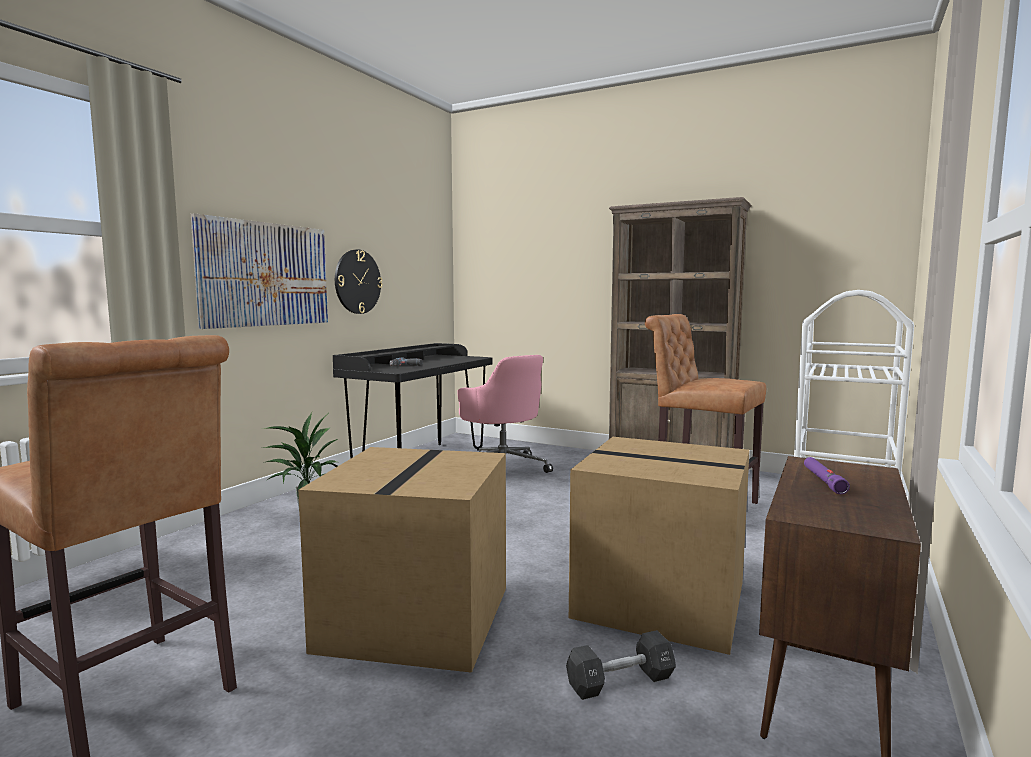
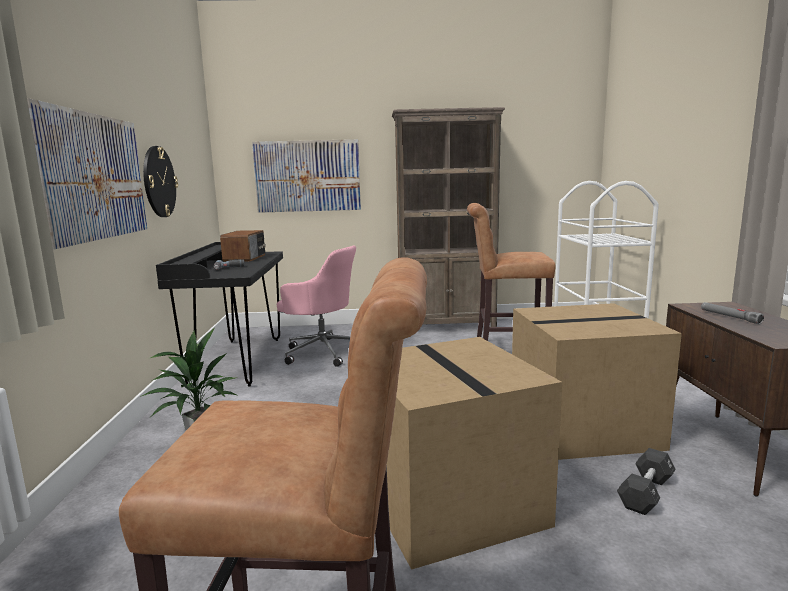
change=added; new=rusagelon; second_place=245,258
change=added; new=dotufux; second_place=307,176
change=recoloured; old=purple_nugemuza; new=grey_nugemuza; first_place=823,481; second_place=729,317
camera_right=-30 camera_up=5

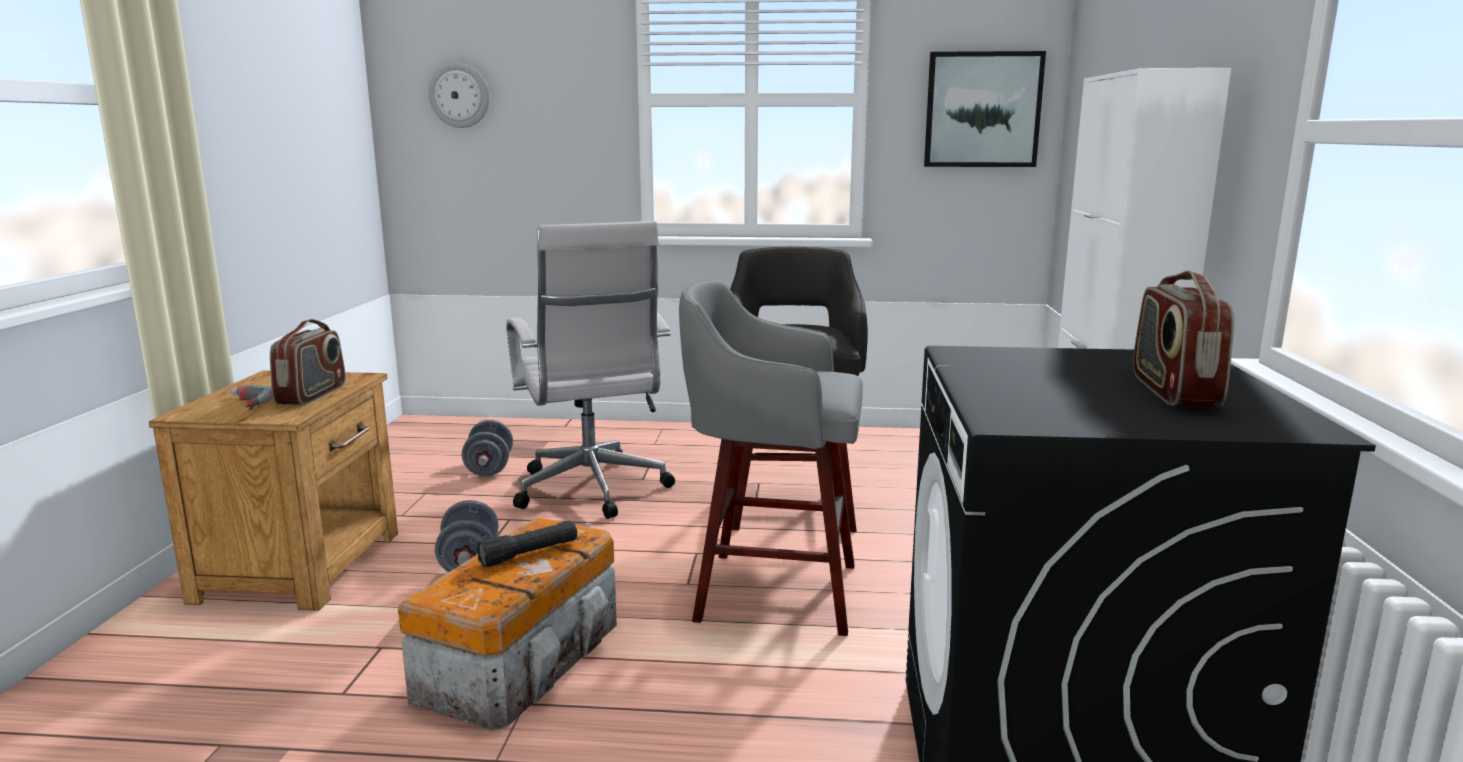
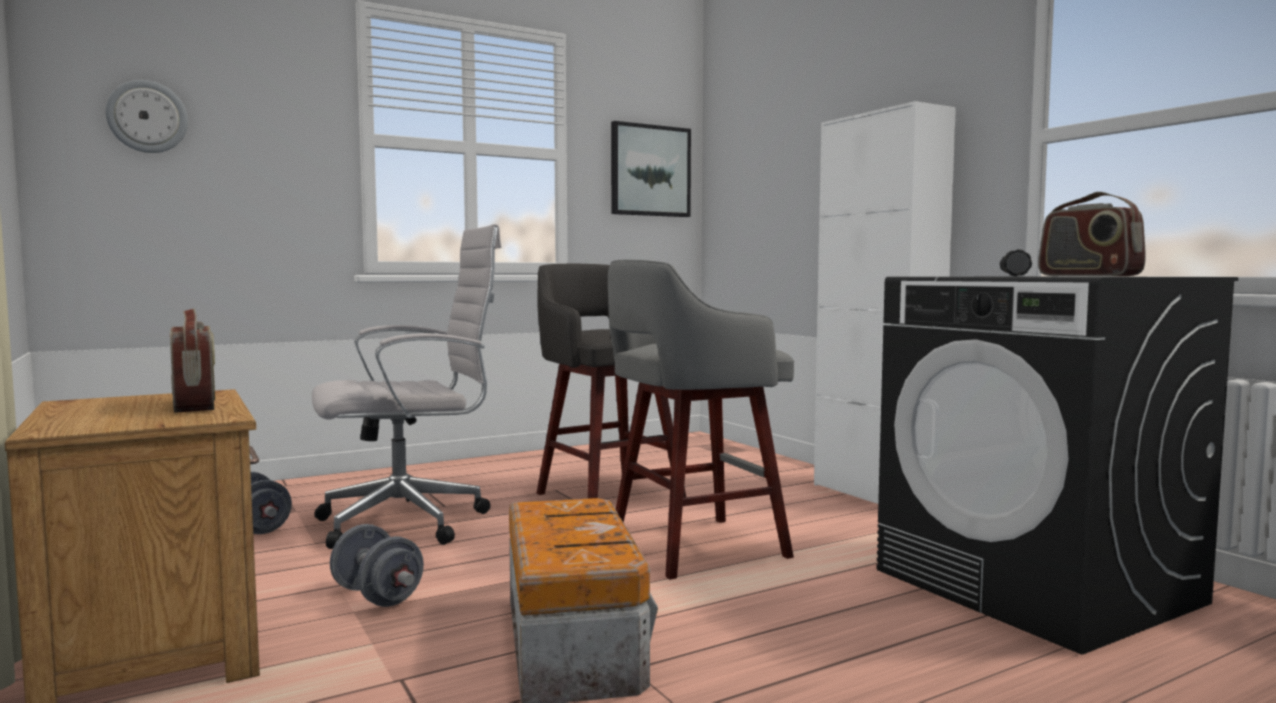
change=turned; old=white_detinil; first_place=592,492; second_place=411,522; degrees=-60
change=moved; old=black_nugemuza; first_place=529,554; second_place=1012,276
change=removed; old=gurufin; first_place=242,405
camera_right=-35 camera_up=-10

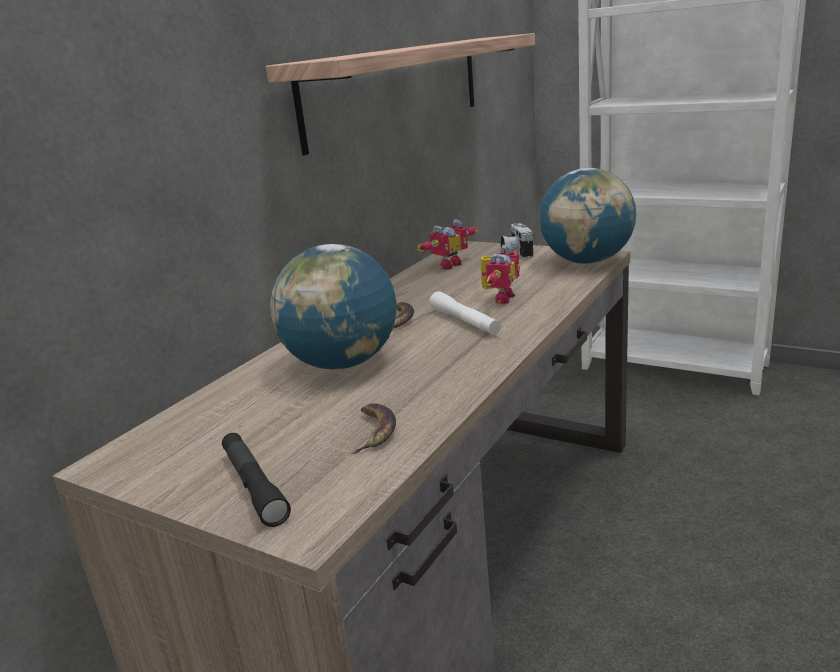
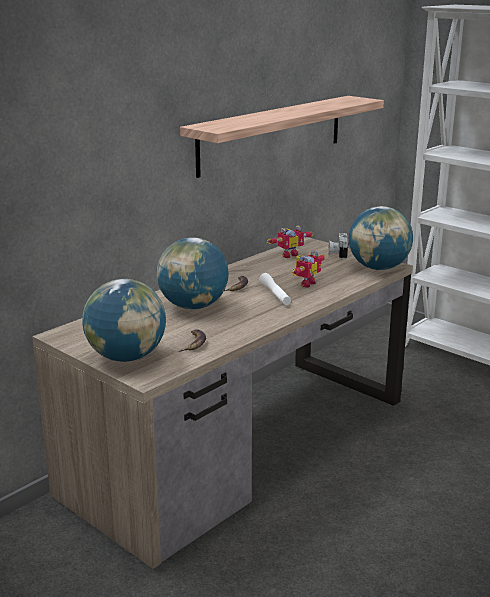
change=replaced; old=black_nugemuza; new=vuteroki; first_place=254,486; second_place=126,357
camera_right=10 camera_up=0

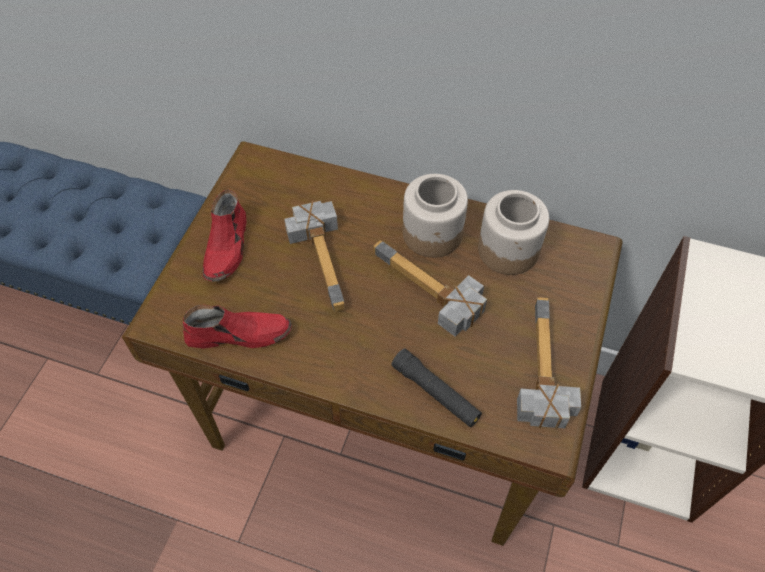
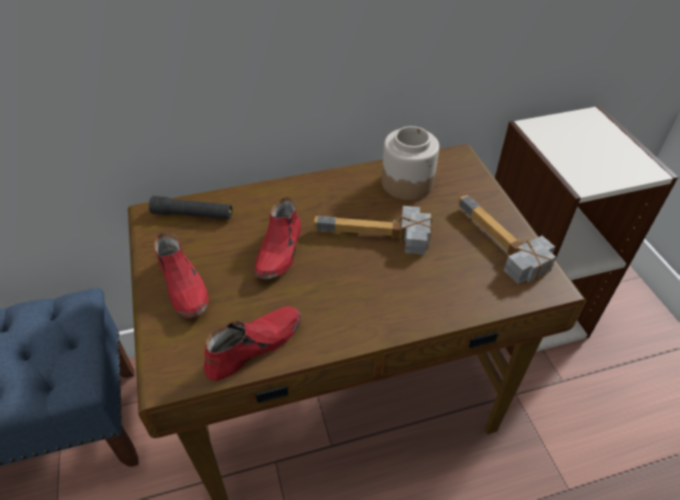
change=moved; old=black_nugemuza; first_place=436,393; second_place=193,215
change=replaced; old=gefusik; new=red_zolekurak; first_place=328,257; second_place=280,251
change=removed; old=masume; first_place=433,234
camera_right=-35 camera_up=-10

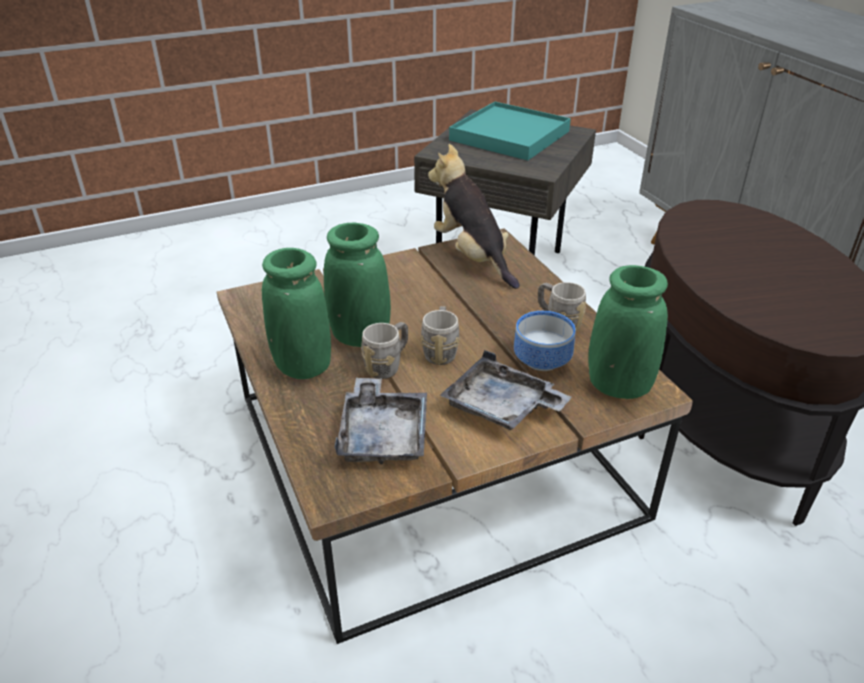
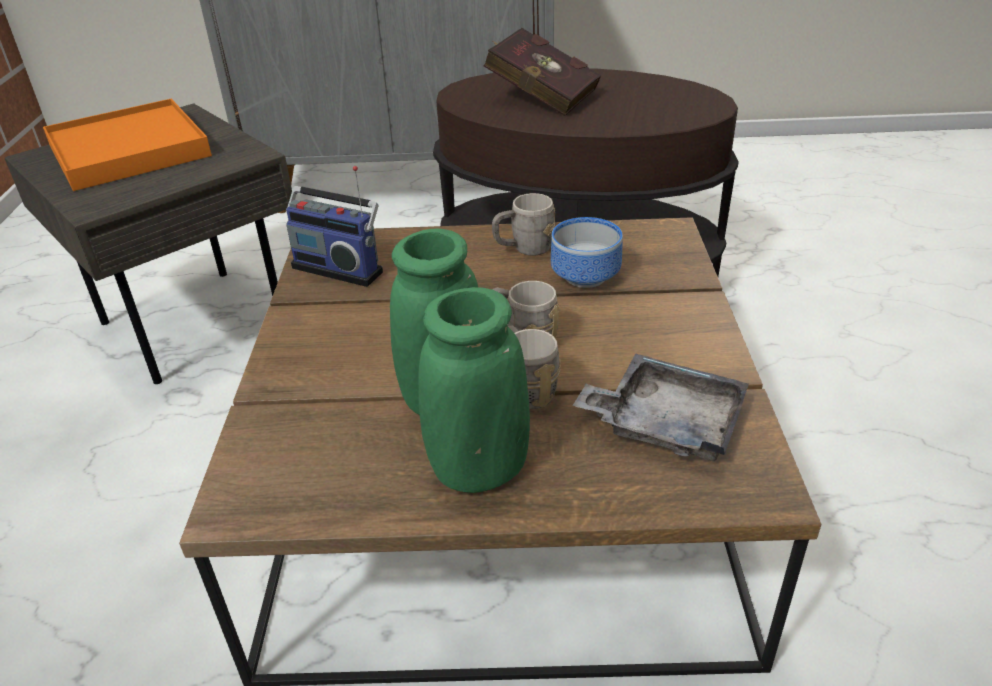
change=recoloured; old=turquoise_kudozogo; new=orange_kudozogo; first_place=509,135; second_place=128,150
change=replaced; old=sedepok; new=rusagelon; first_place=473,257; second_place=340,267
change=added; new=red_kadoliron; second_place=539,97
change=removed; old=grey_kudozogo; first_place=501,407
change=removed; old=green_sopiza; first_place=618,386
camera_right=-65 camera_up=0

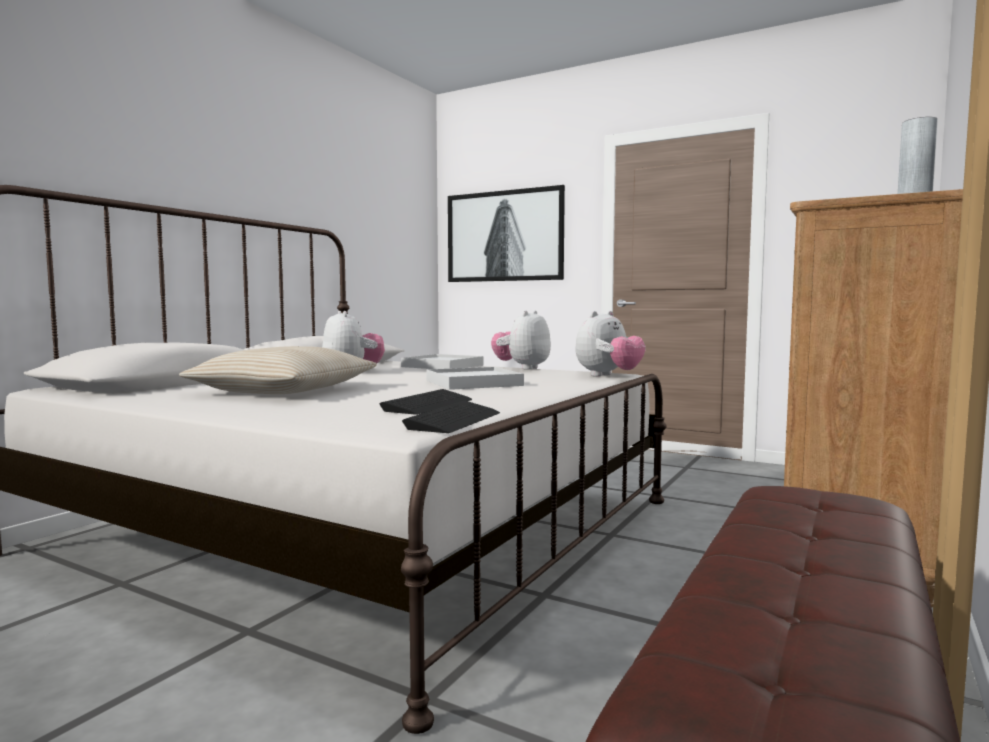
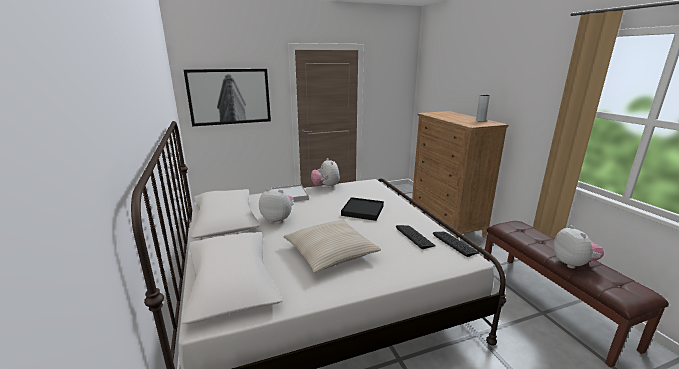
change=recoloured; old=white_kudozogo; new=black_kudozogo; first_place=473,383; second_place=362,210
change=moved; old=sedepok; first_place=608,376; second_place=573,264
camera_right=-50 camera_up=15

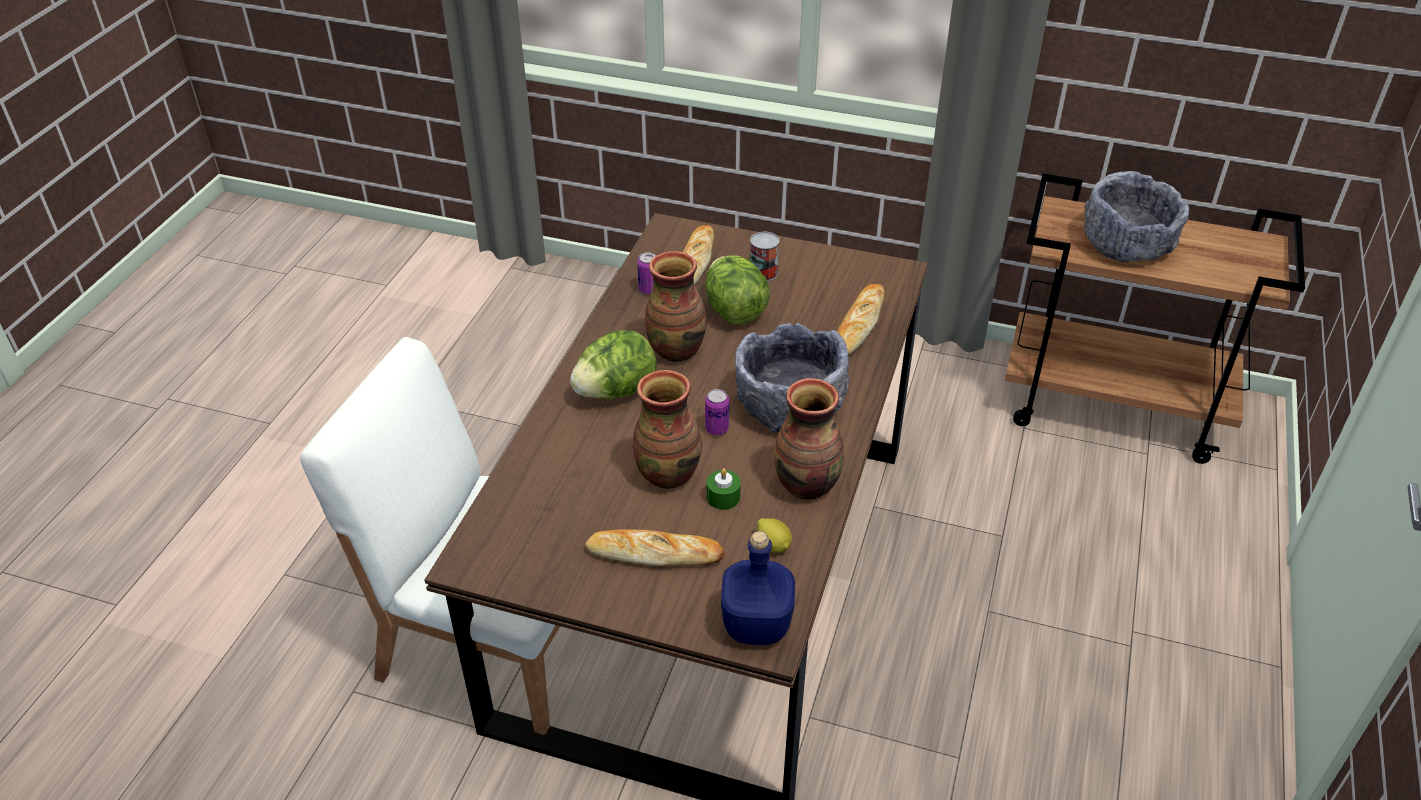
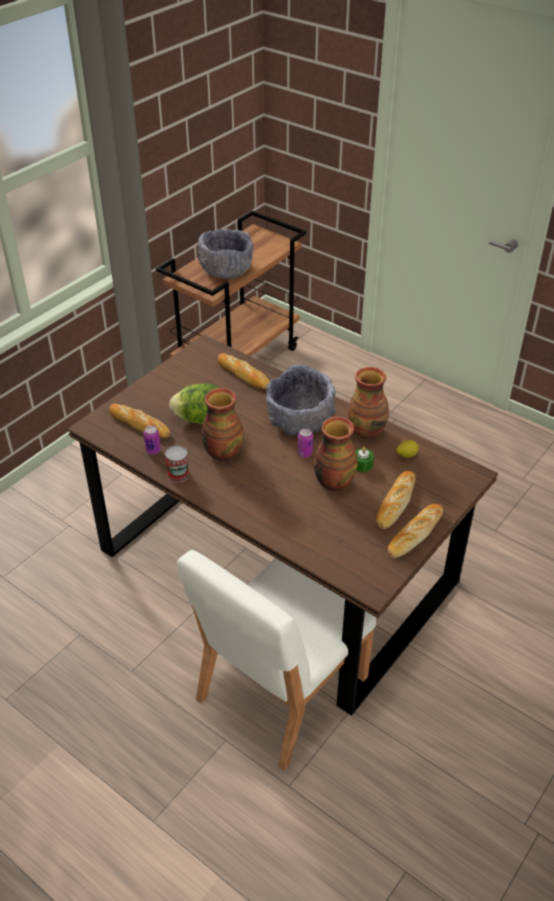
change=moved; old=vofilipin; first_place=763,272; second_place=178,475
change=added; new=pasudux; second_place=414,533
change=removed; old=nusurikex; first_place=616,390
change=removed; old=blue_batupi; first_place=756,624
camera_right=-70 camera_up=0

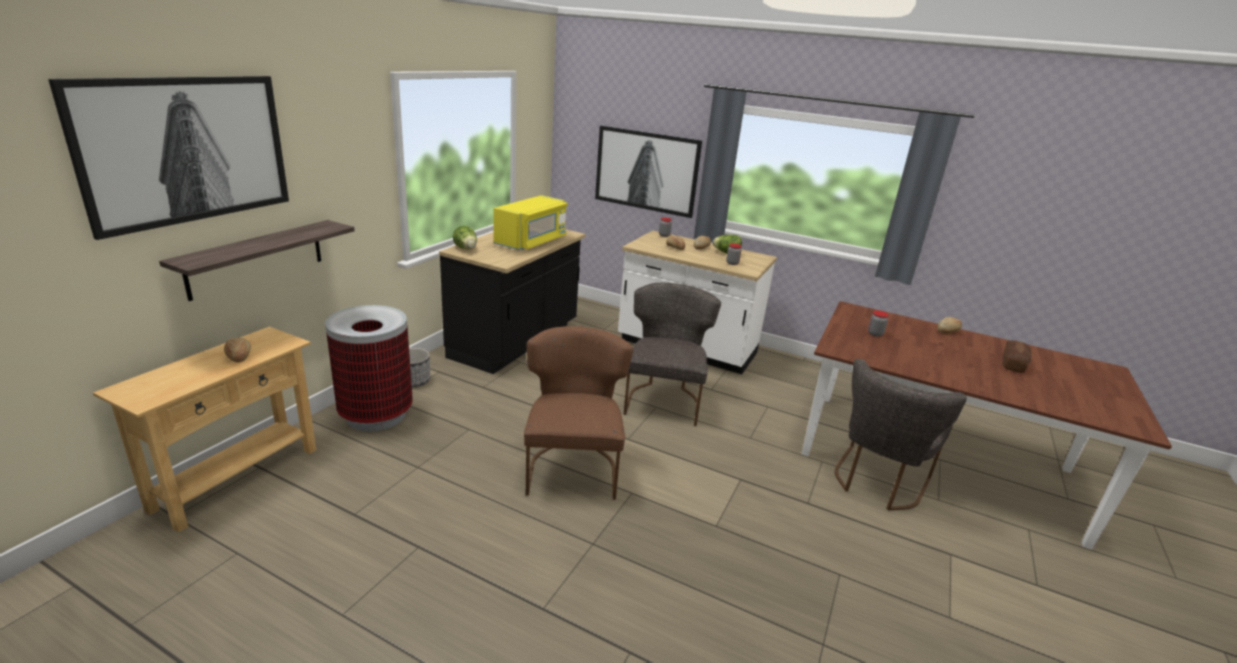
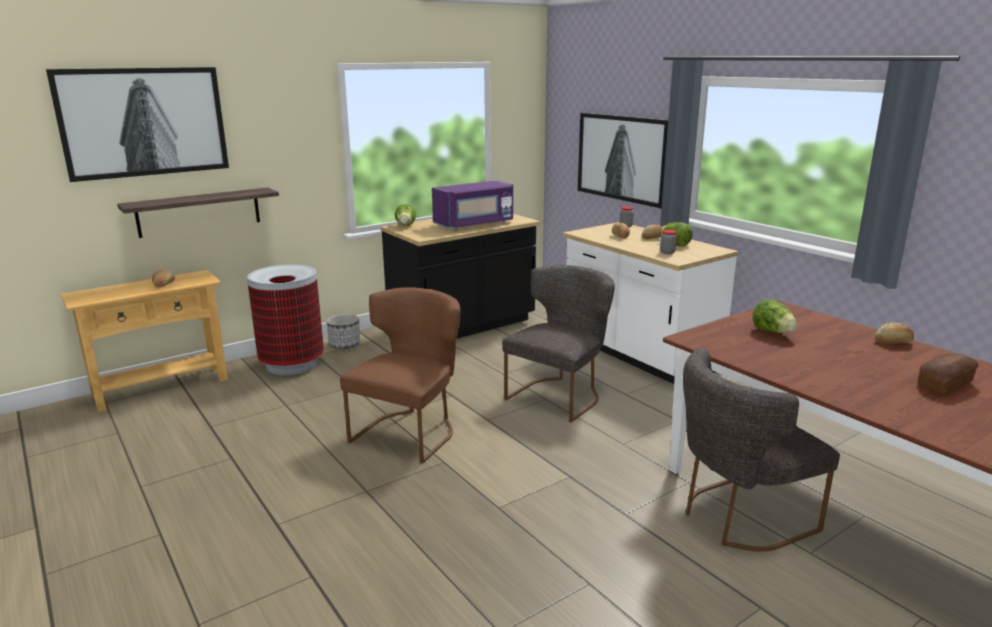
change=recoloured; old=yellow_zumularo; new=purple_zumularo; first_place=531,241; second_place=474,224
change=replaced; old=masume; new=nusurikex; first_place=875,334; second_place=773,332
camera_right=30 camera_up=-5

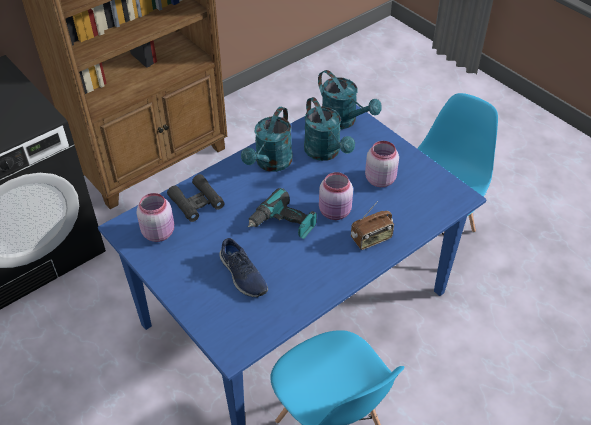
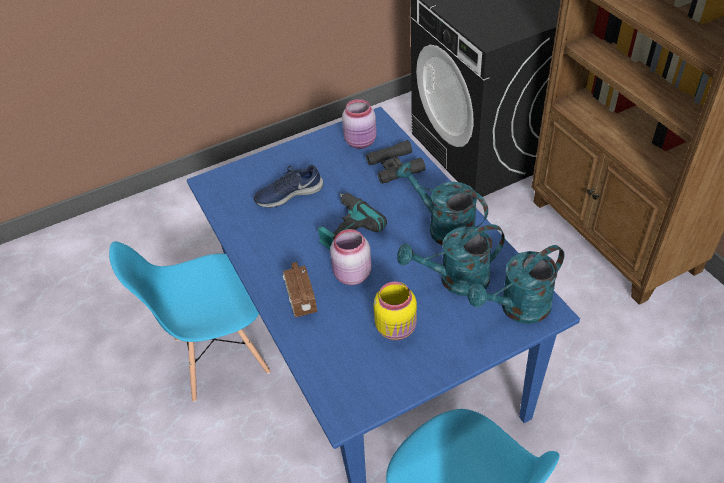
change=recoloured; old=pink_masume; new=yellow_masume; first_place=380,179; second_place=397,328
camera_right=105 camera_up=0

